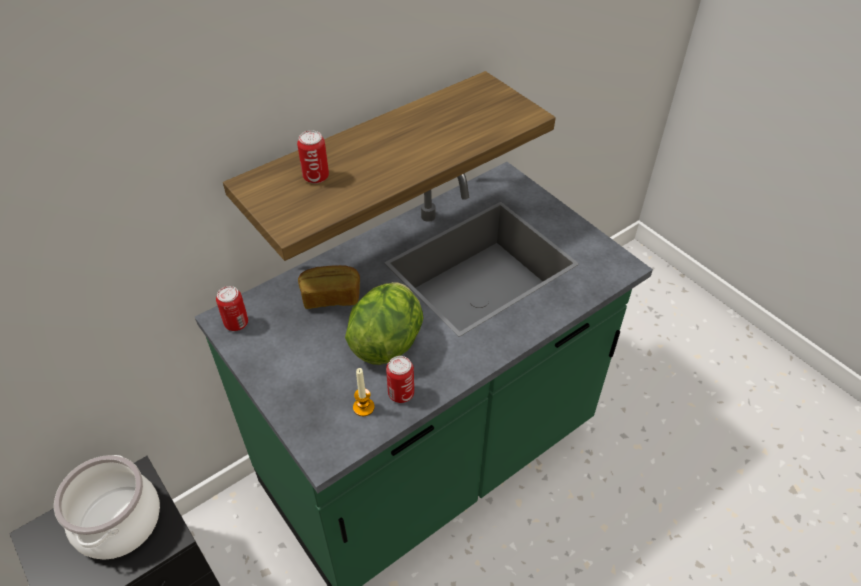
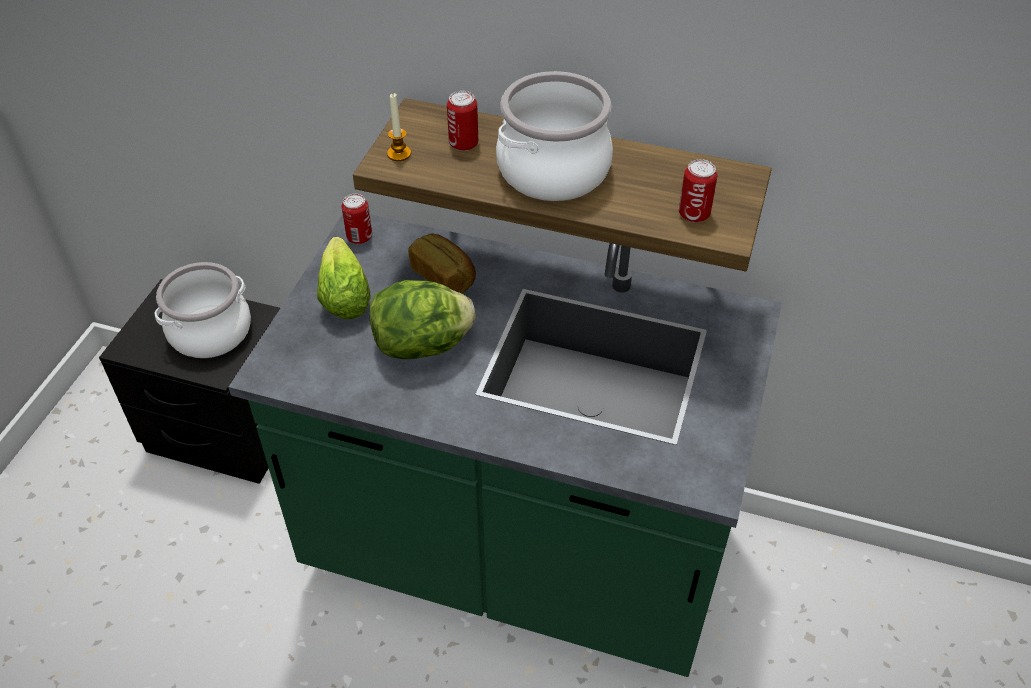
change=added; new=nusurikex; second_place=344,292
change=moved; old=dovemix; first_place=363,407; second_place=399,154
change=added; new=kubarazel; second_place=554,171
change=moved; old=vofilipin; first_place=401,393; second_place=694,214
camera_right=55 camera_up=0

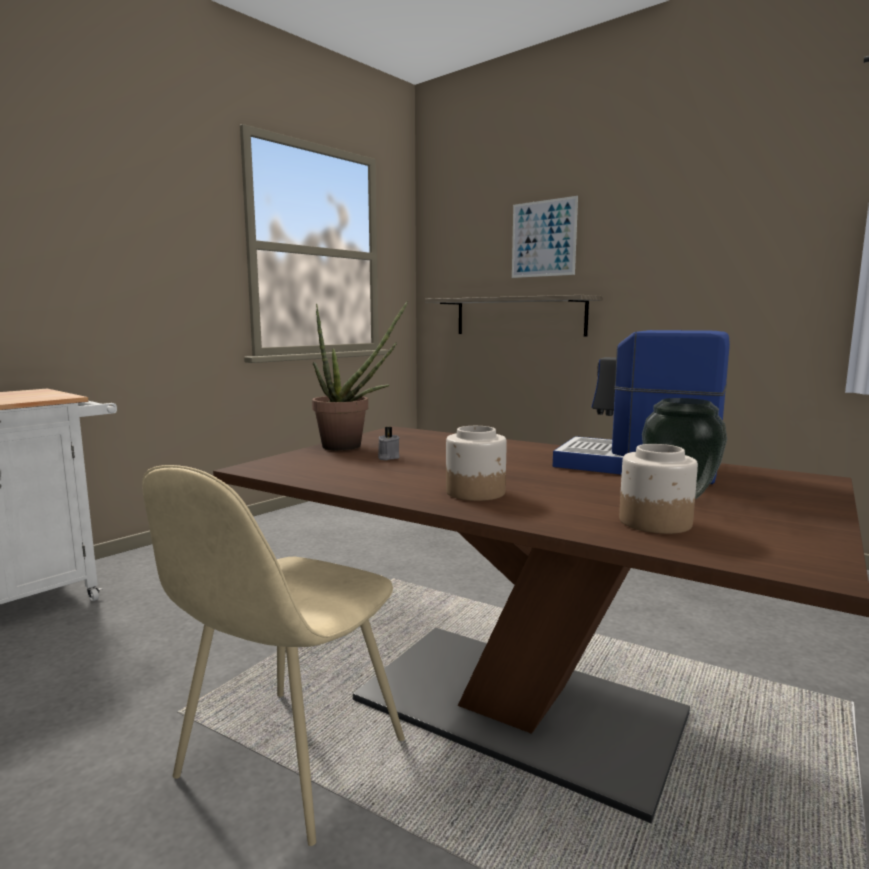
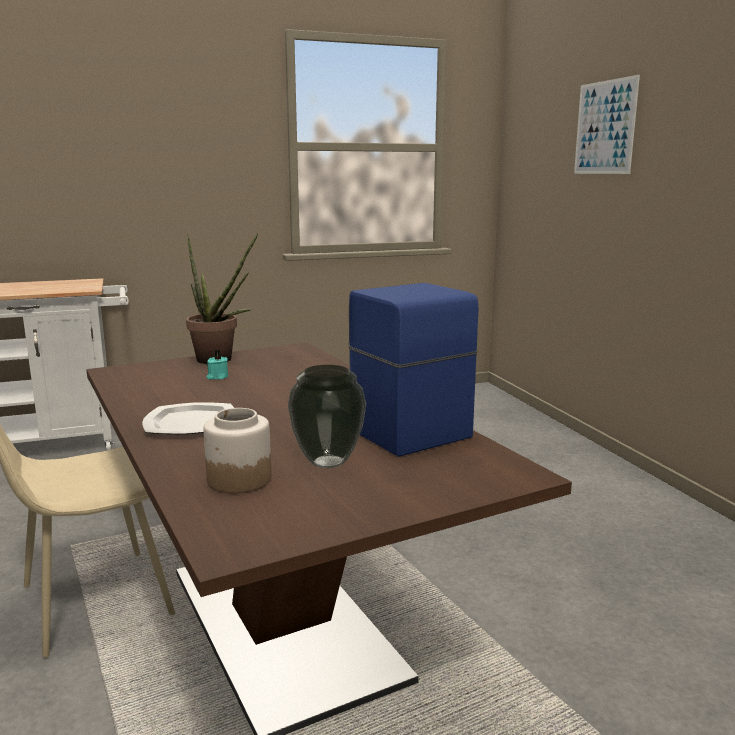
change=replaced; old=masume; new=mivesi; first_place=476,492; second_place=191,423
change=recoloured; old=grey_dovemix; new=turquoise_dovemix; first_place=387,457; second_place=217,377
change=removed; old=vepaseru; first_place=518,316
camera_right=30 camera_up=5

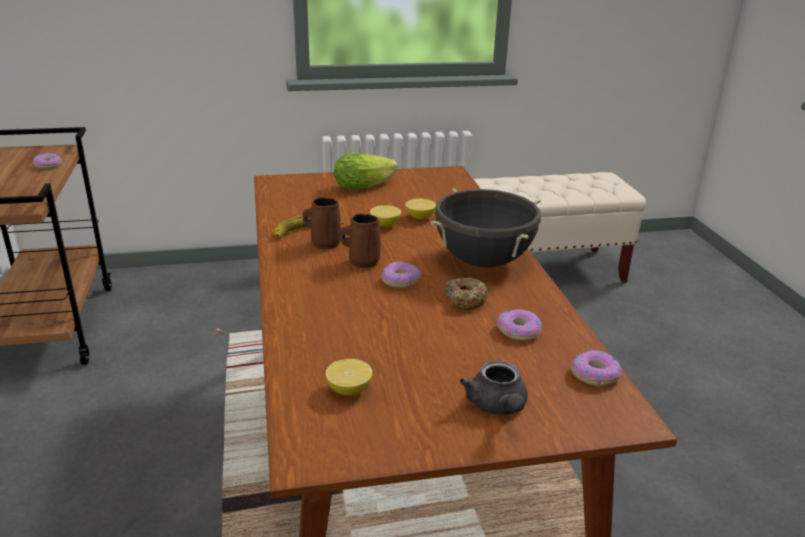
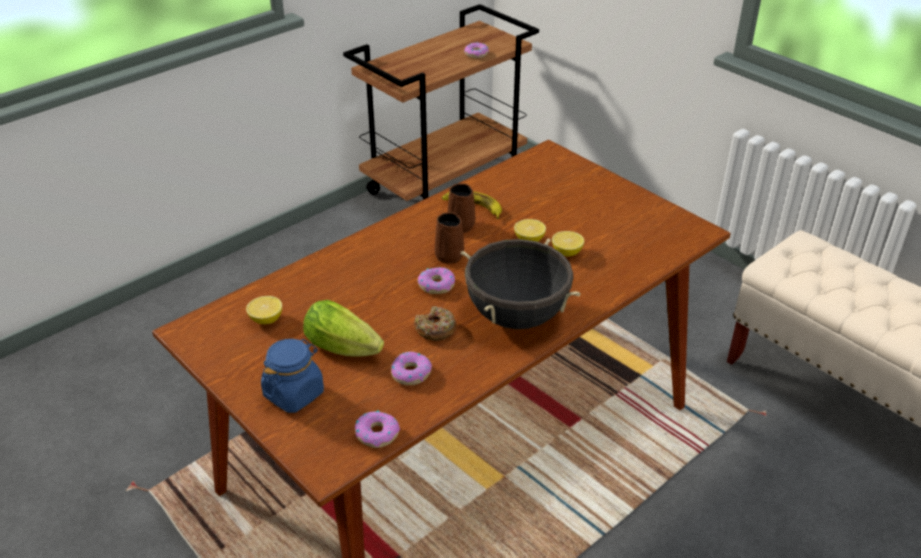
change=replaced; old=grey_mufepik; new=blue_masume; first_place=497,407; second_place=294,394
change=moved; old=nusurikex; first_place=367,185; second_place=346,348
camera_right=60 camera_up=10

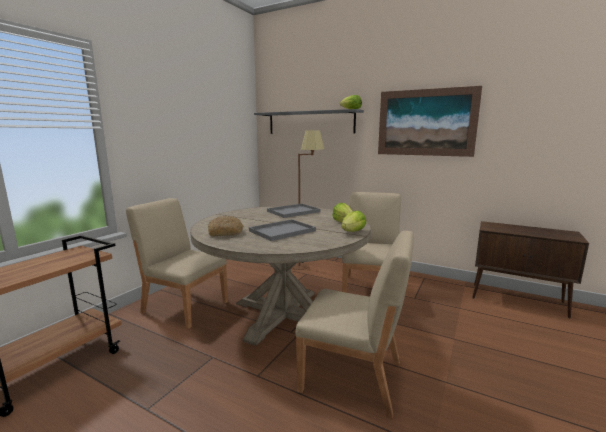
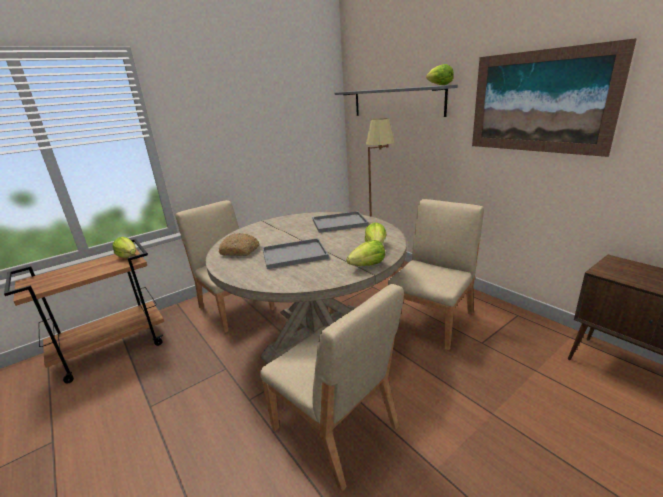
change=added; new=nusurikex; second_place=128,256
camera_right=25 camera_up=10

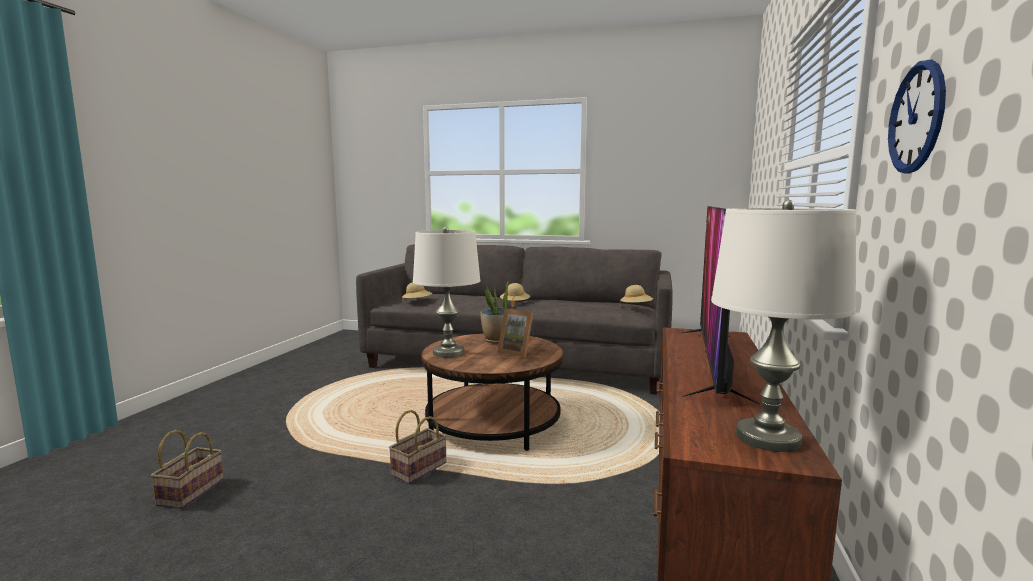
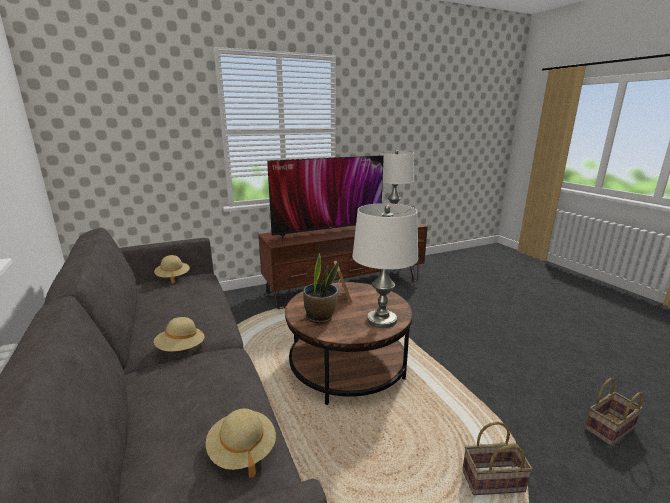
change=moved; old=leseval; first_place=419,468; second_place=492,482
change=removed; old=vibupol; first_place=916,118
camera_right=-130 camera_up=10

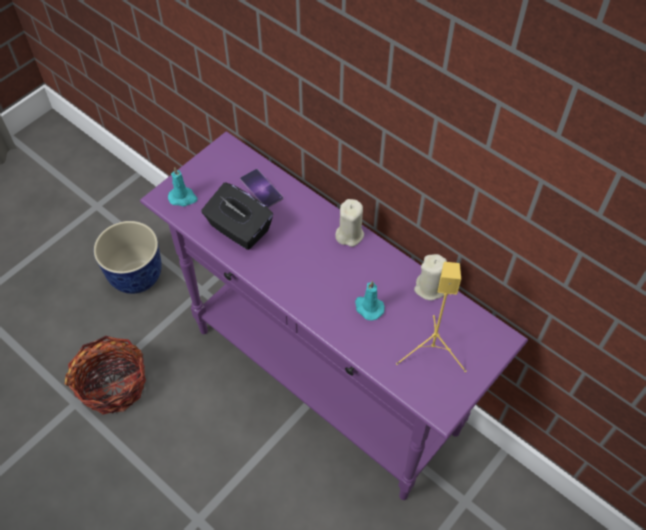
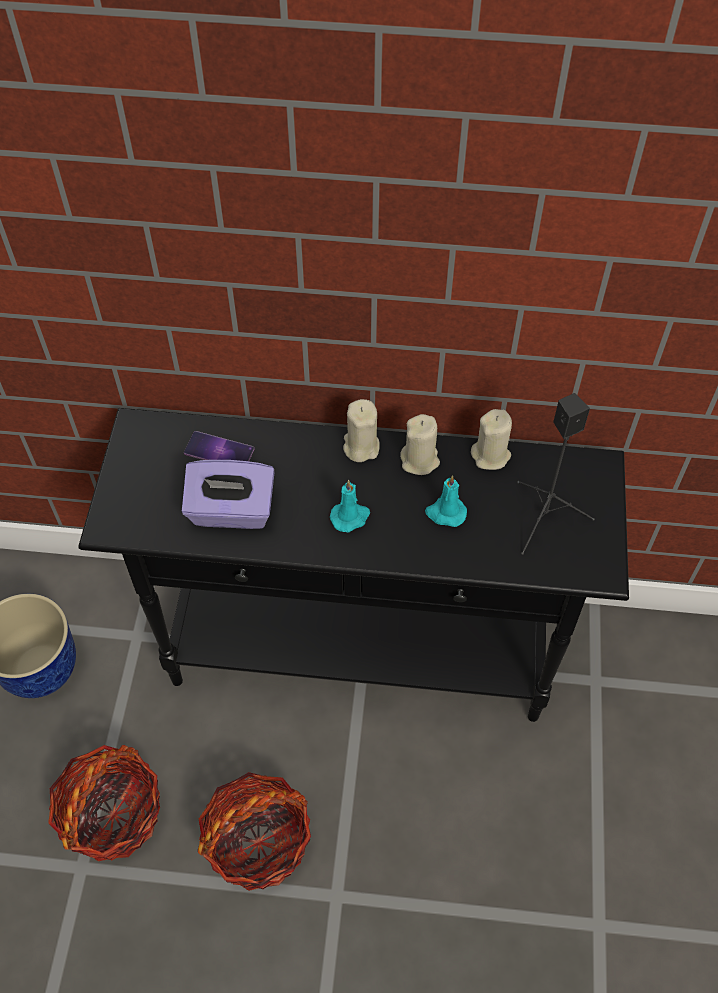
change=recoloured; old=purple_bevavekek; new=black_bevavekek; first_place=325,381; second_place=360,650
change=recoloured; old=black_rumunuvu; new=purple_rumunuvu; first_place=239,229; second_place=231,511
change=added; new=leseval; second_place=258,841
change=moved; old=turquoise_dovemix; first_place=183,198; second_place=350,517
change=added; new=beige_dovemix; second_place=420,460
change=recoloured; old=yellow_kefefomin; new=black_kefefomin; first_place=433,350; second_place=545,517
camera_right=-35 camera_up=0

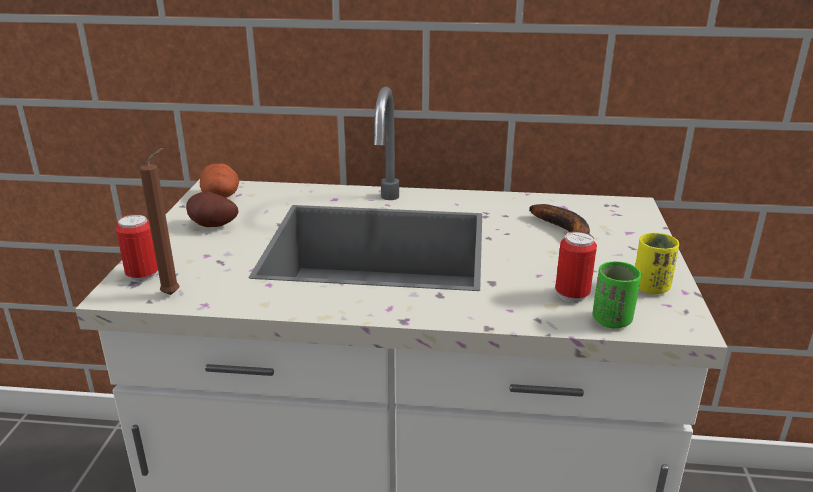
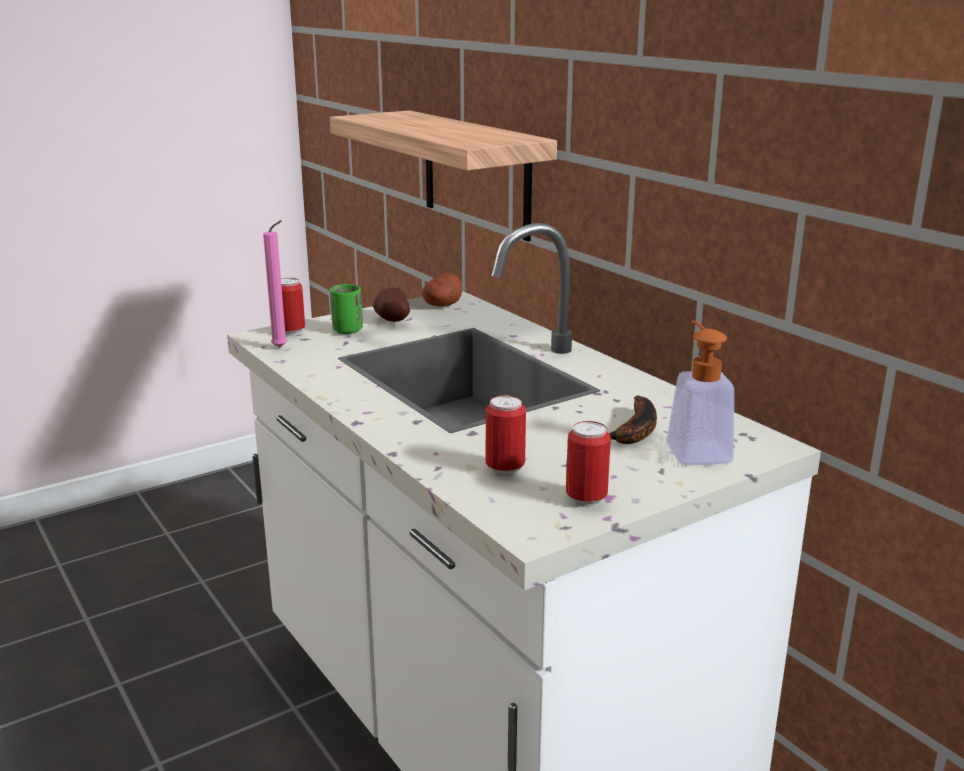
change=recoloured; old=brown_dovemix; new=pink_dovemix; first_place=174,294; second_place=282,348
change=added; new=vepaseru; second_place=476,174
change=moved; old=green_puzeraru; first_place=612,320; second_place=347,330
change=replaced; old=yellow_puzeraru; new=vofilipin; first_place=651,287; second_place=586,499
change=added; new=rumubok; second_place=694,449
camera_right=50 camera_up=-5

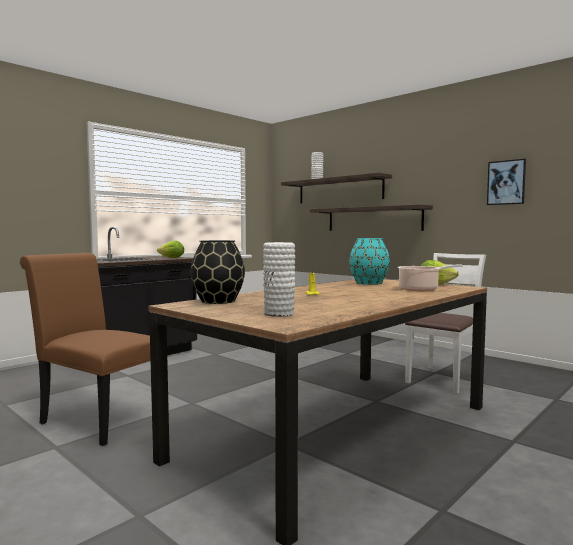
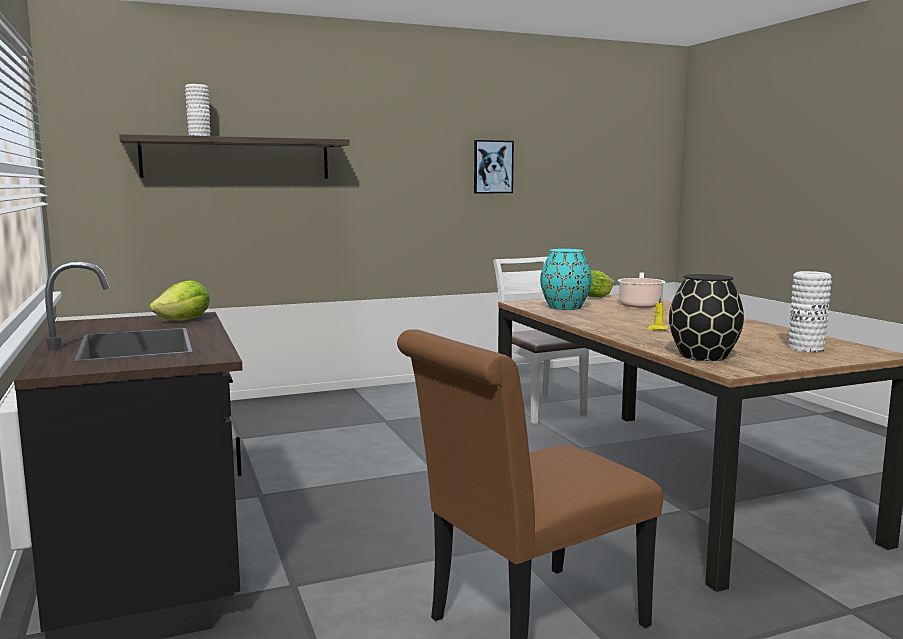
change=removed; old=vepaseru; first_place=373,219
camera_right=-65 camera_up=5

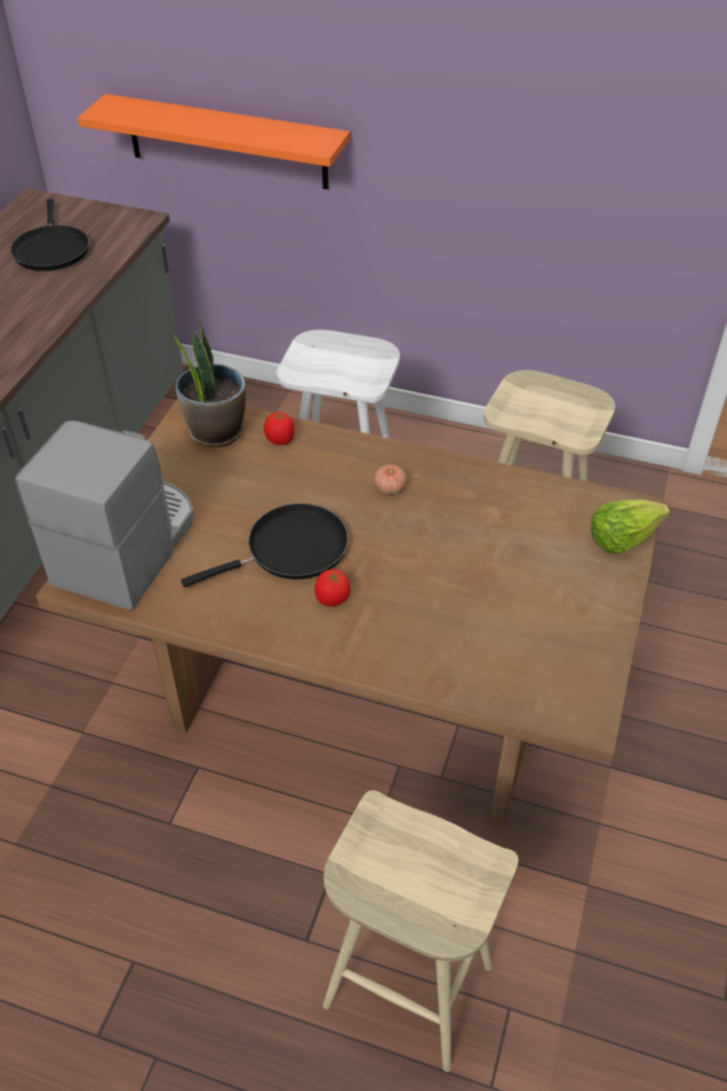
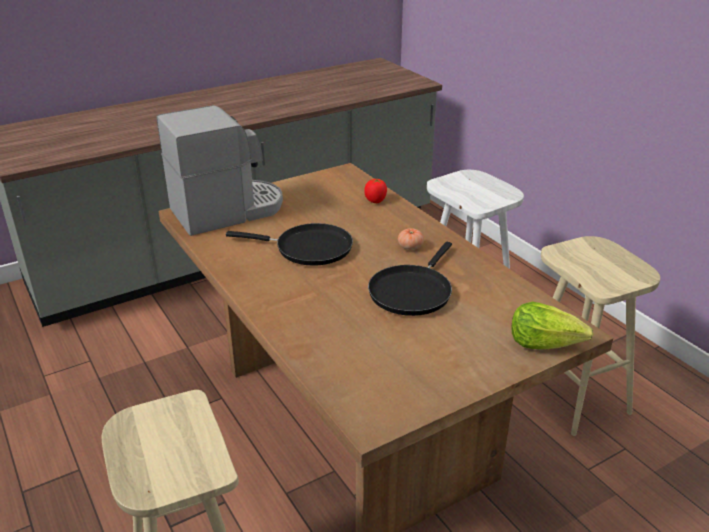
change=moved; old=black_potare; first_place=51,249; second_place=412,291
change=removed; old=orange_vepaseru; first_place=227,142
change=removed; old=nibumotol; first_place=216,431
change=removed; old=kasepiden; first_place=332,599
camera_right=40 camera_up=-15

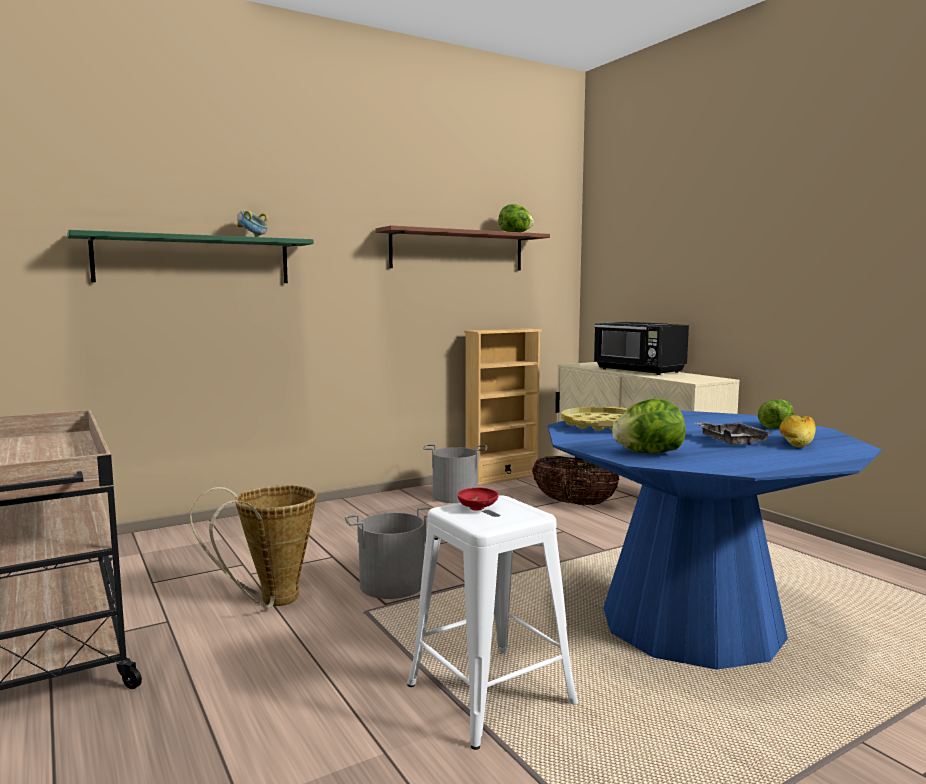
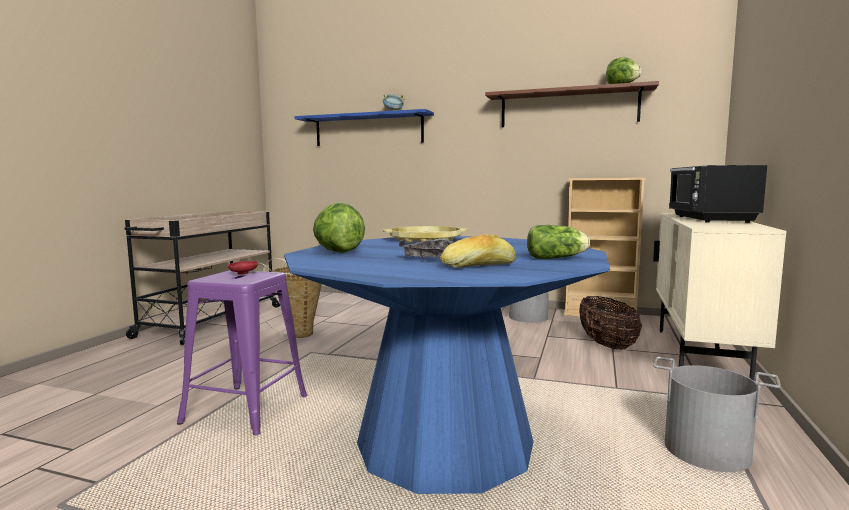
change=recoloured; old=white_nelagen; new=purple_nelagen; first_place=490,693; second_place=246,409
change=recoloured; old=green_vepaseru; new=blue_vepaseru; first_place=194,260; second_place=368,130
change=moved; old=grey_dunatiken; first_place=392,585; second_place=706,452
camera_right=50 camera_up=0

